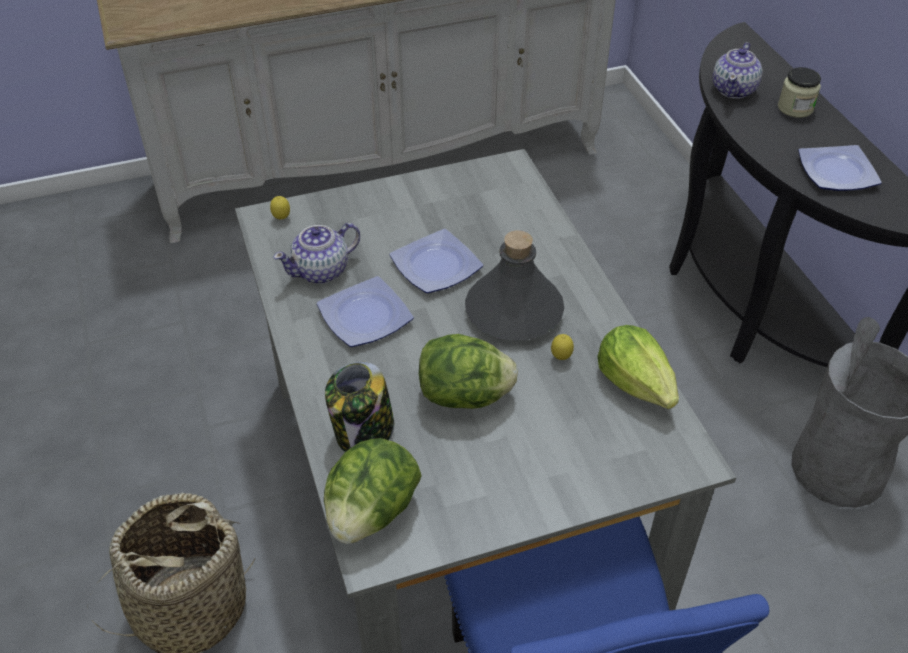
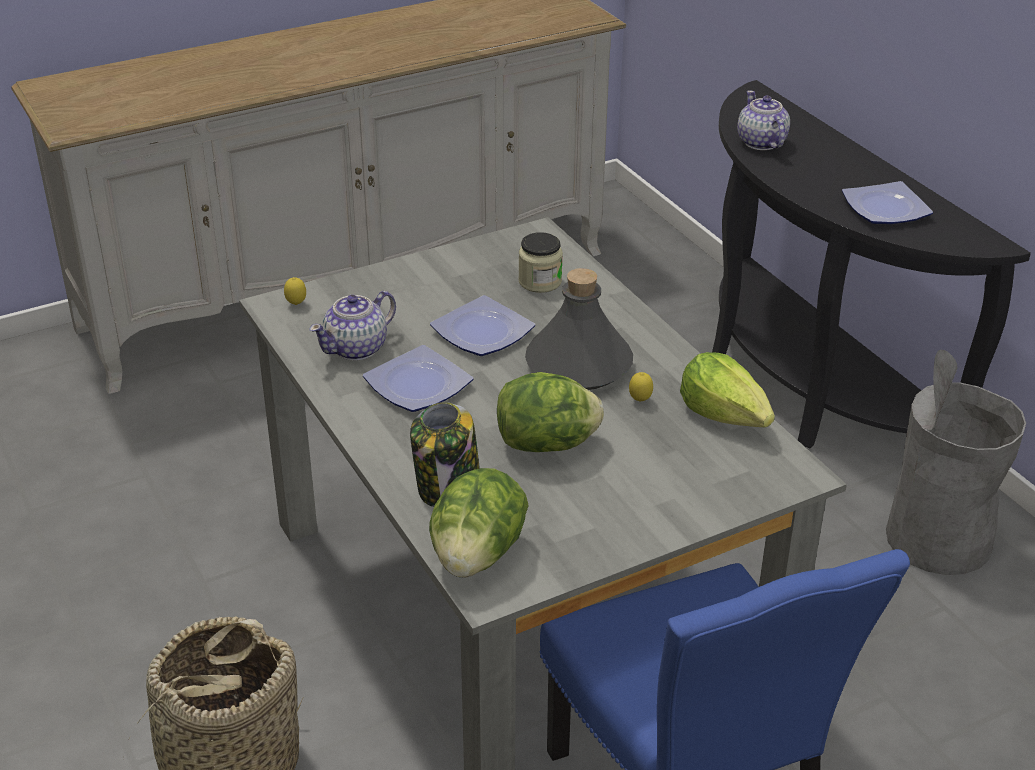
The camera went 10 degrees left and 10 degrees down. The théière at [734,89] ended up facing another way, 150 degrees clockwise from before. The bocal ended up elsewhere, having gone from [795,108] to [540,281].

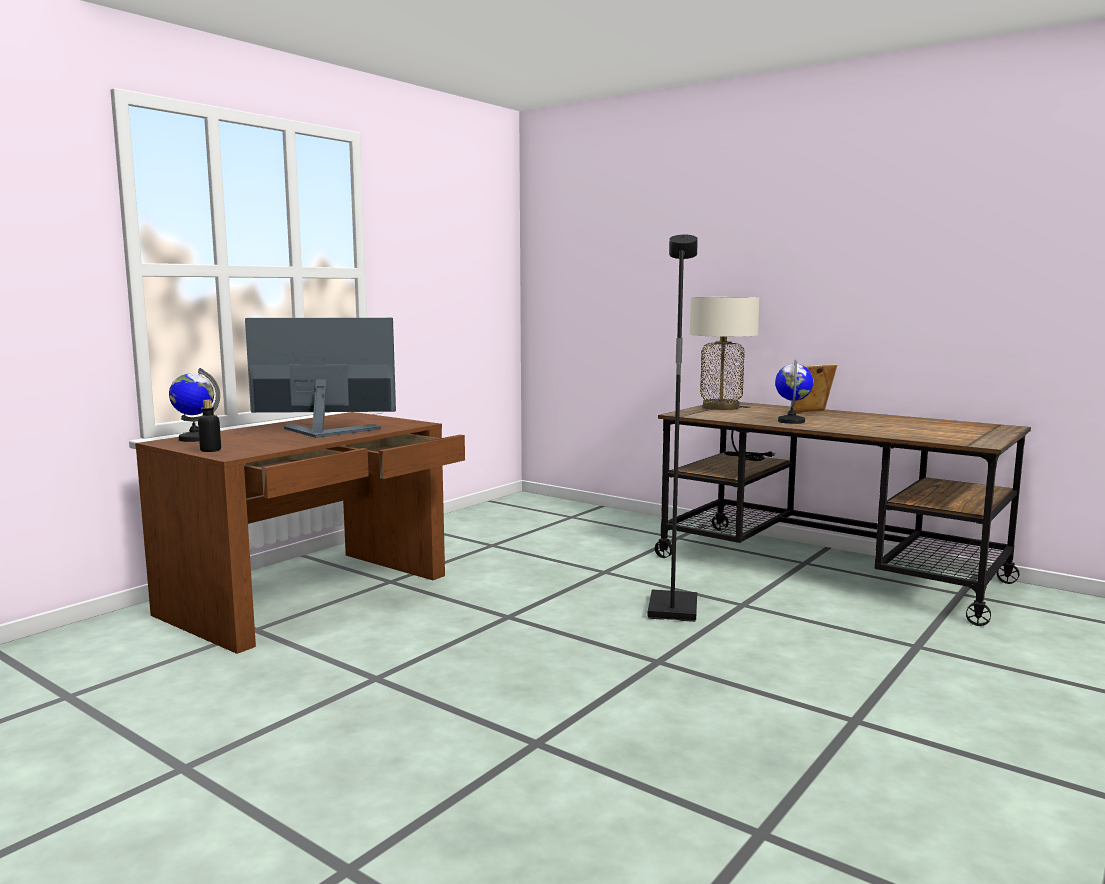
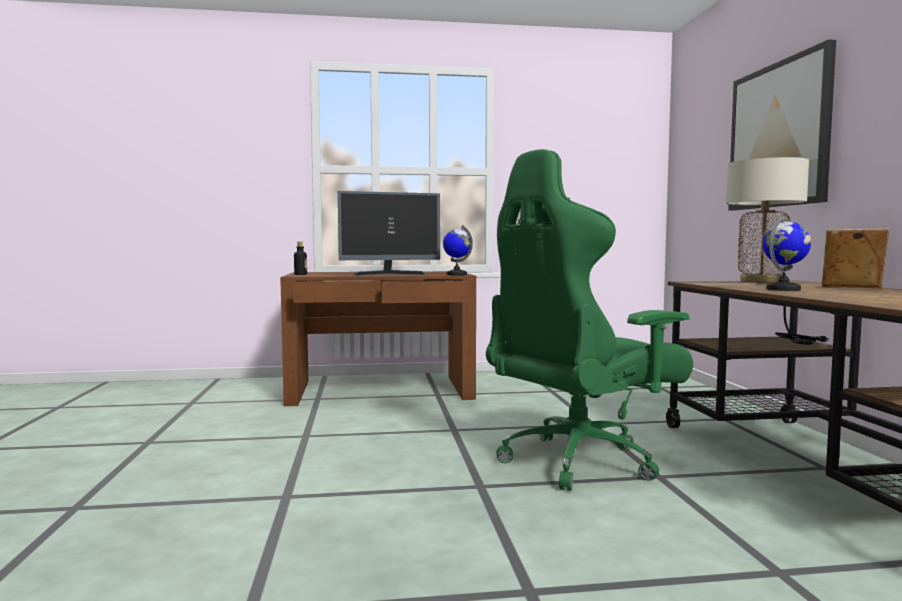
The camera went 45 degrees right and 5 degrees down. Where the lampadaire (noir) stood at [671,609], the chaise de bureau (vert) came to stand at [583,460]. The écran d'ordinateur at [323,432] ended up facing another way, 120 degrees clockwise from before. The globe ended up elsewhere, having gone from [194,439] to [456,274]. The second view gained the tableau at [779,135].

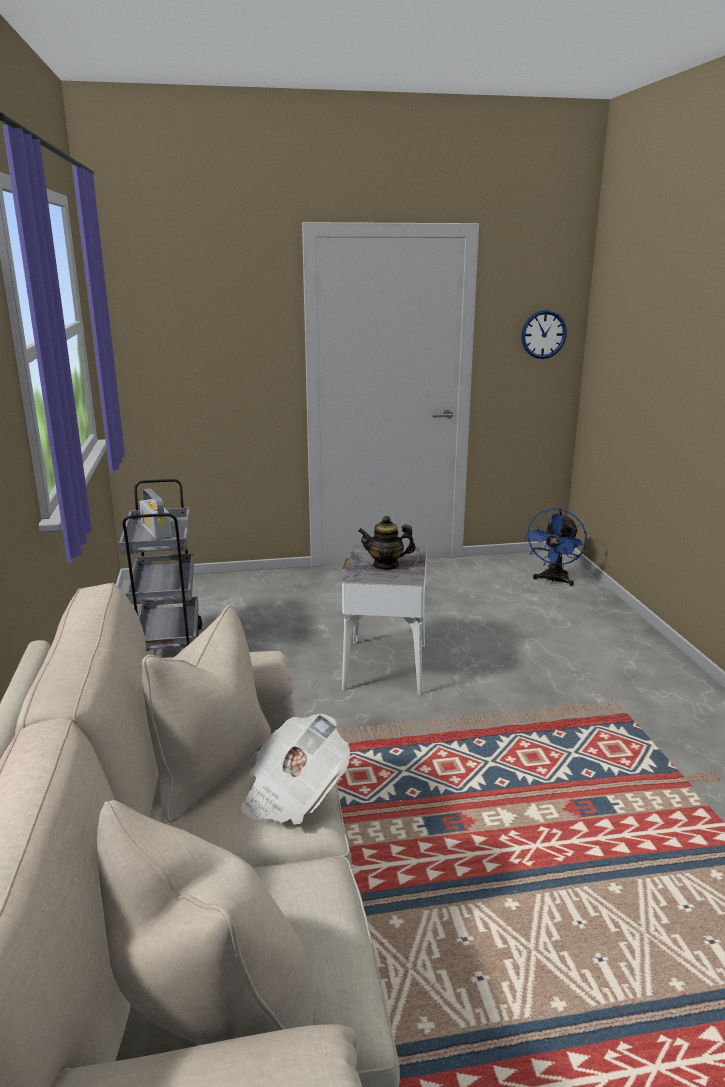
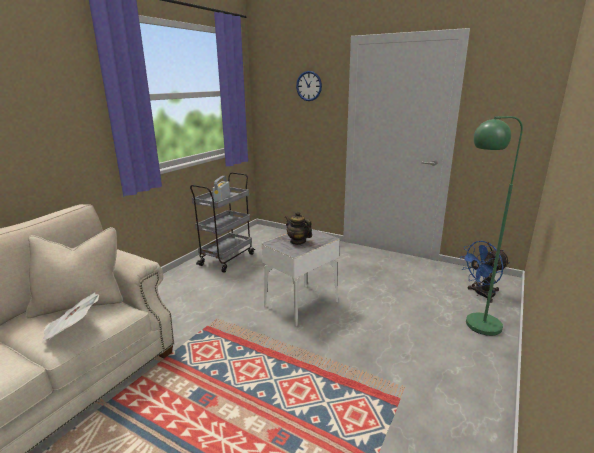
The camera went 40 degrees right and 0 degrees up. The horloge murale ended up elsewhere, having gone from [543,334] to [309,86]. The second view gained the lampadaire (vert) at [474,327].

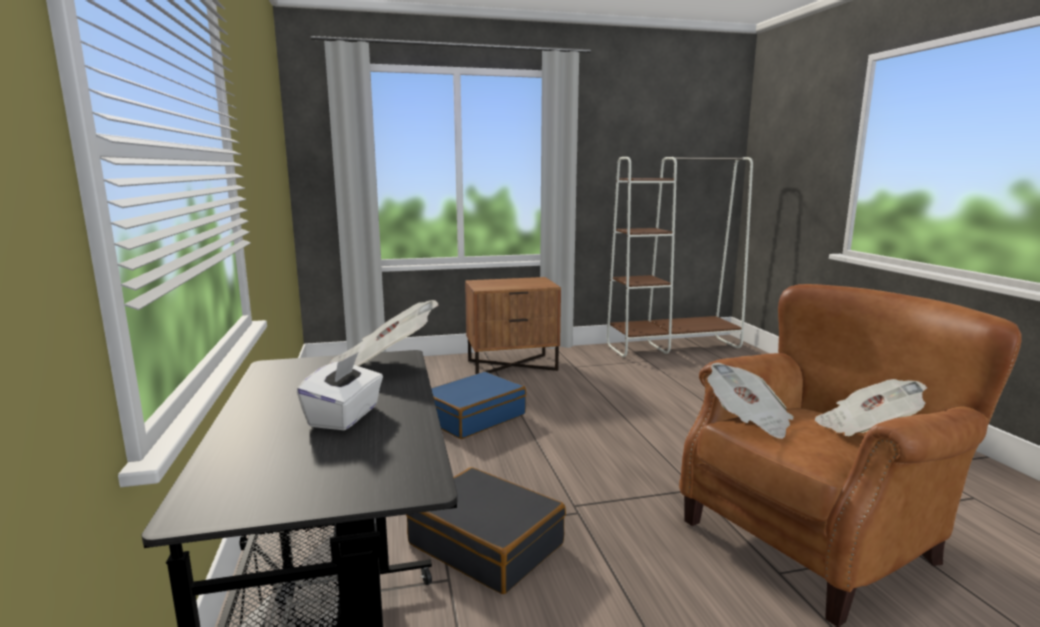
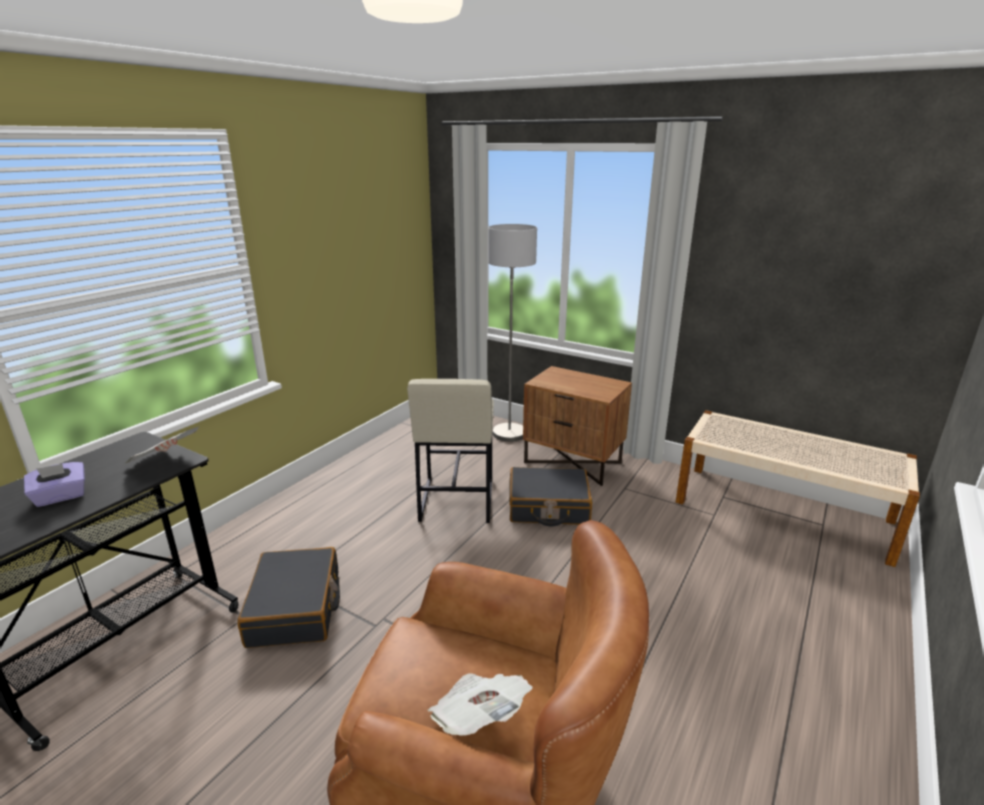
The camera went 45 degrees right and 10 degrees up. Where the portant (marron) stood at [673,347], the banc (beige) came to stand at [782,511]. What was the boîte à mouchoirs (blanc) at [345,416] turned into the boîte à mouchoirs (violet) at [61,497]. The second view lost the journal at [748,421]. Where the valise (bleu) stood at [473,417], the chaise (beige) came to stand at [456,501]. The second view gained the lampadaire (gris) at [509,438]. The second view gained the valise (noir) at [548,507].

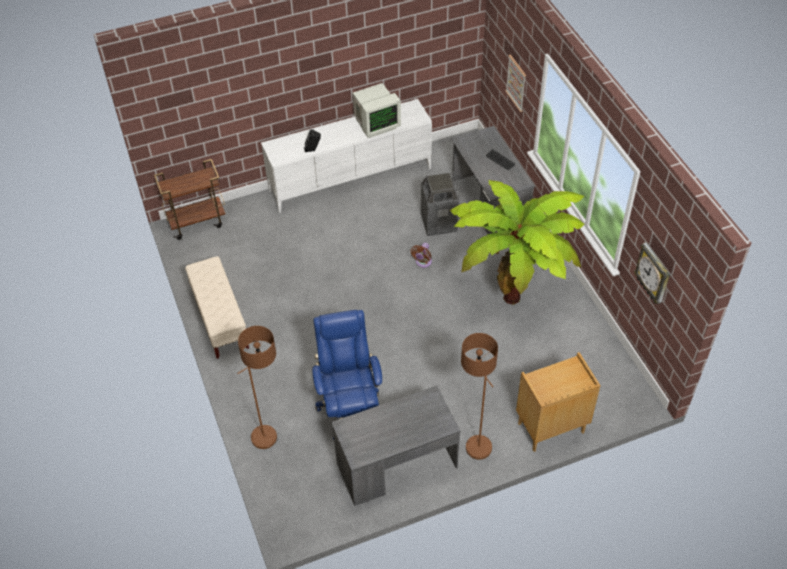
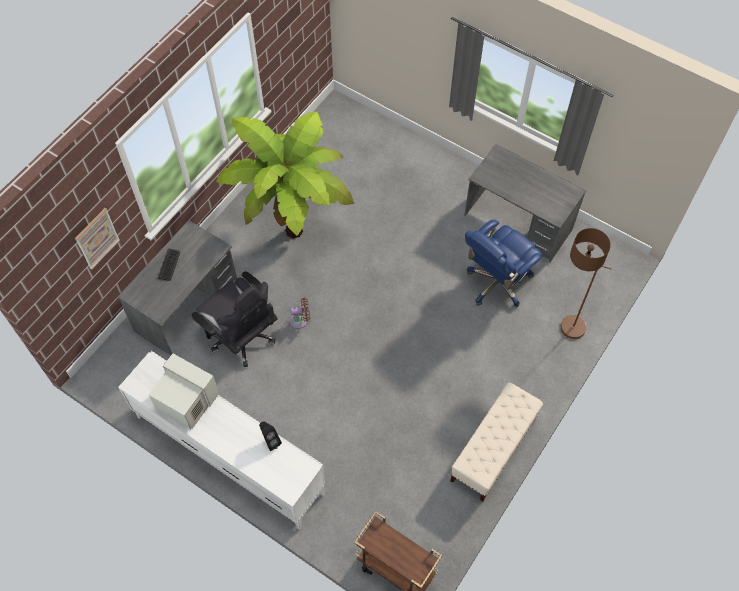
The camera went 125 degrees left and 10 degrees up. Where the poubelle stood at [438,223], the chaise de bureau (noir) came to stand at [240,335]. The second view lost the horloge murale at [653,274]. The second view lost the lampadaire (marron) at [474,442]. The second view lost the meuble de rangement (marron) at [550,428].

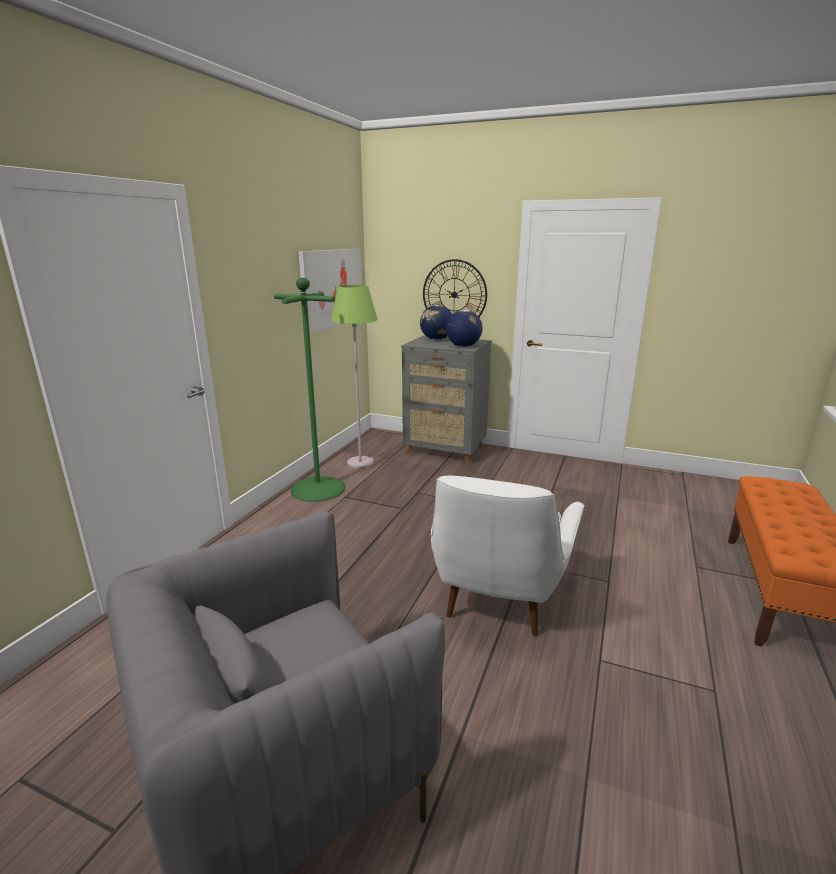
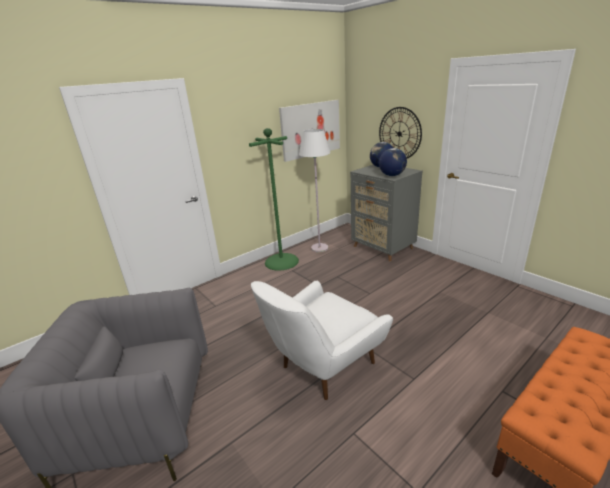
The camera went 30 degrees right and 5 degrees up. What was the lampadaire (vert) at [360,463] turned into the lampadaire (blanc) at [319,248].

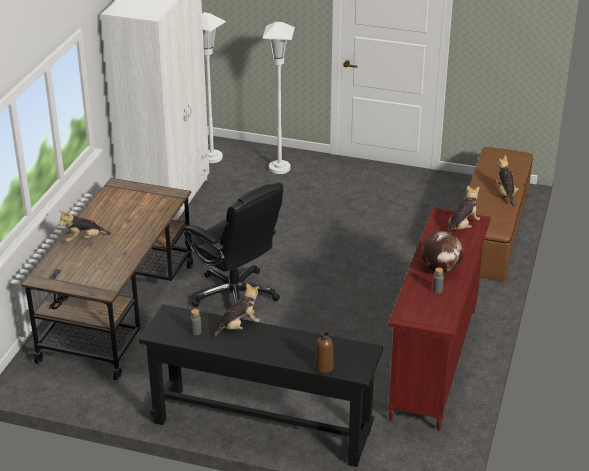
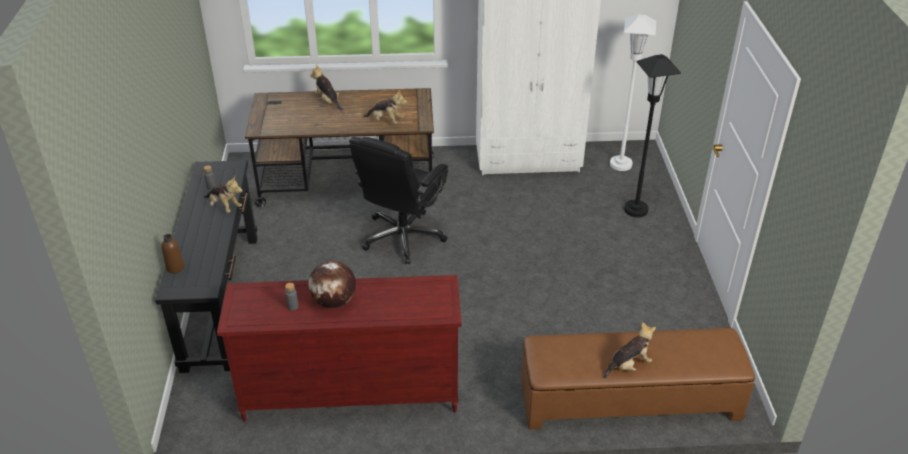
The camera went 70 degrees right and 5 degrees up. What was the lampadaire (blanc) at [279,168] turned into the lampadaire (noir) at [635,210]. The peluche ended up elsewhere, having gone from [462,227] to [386,121].

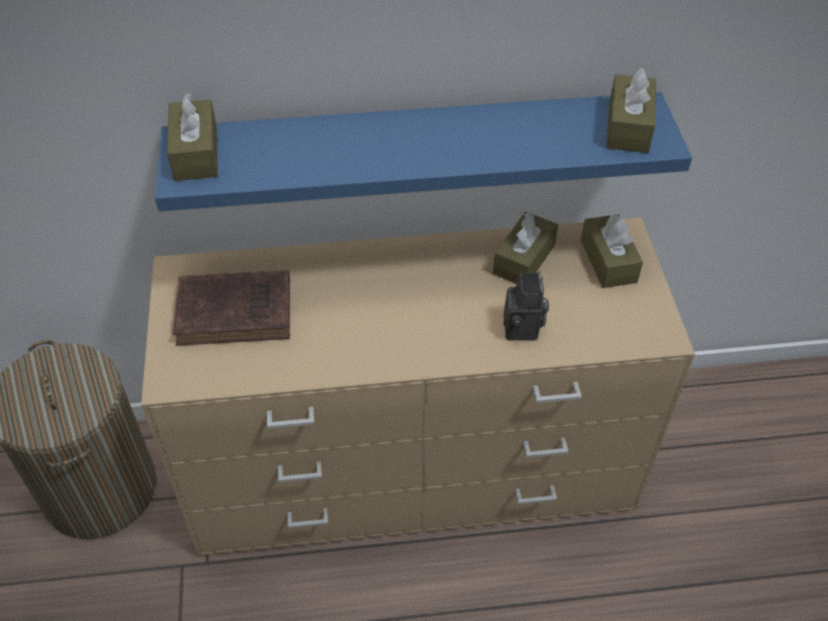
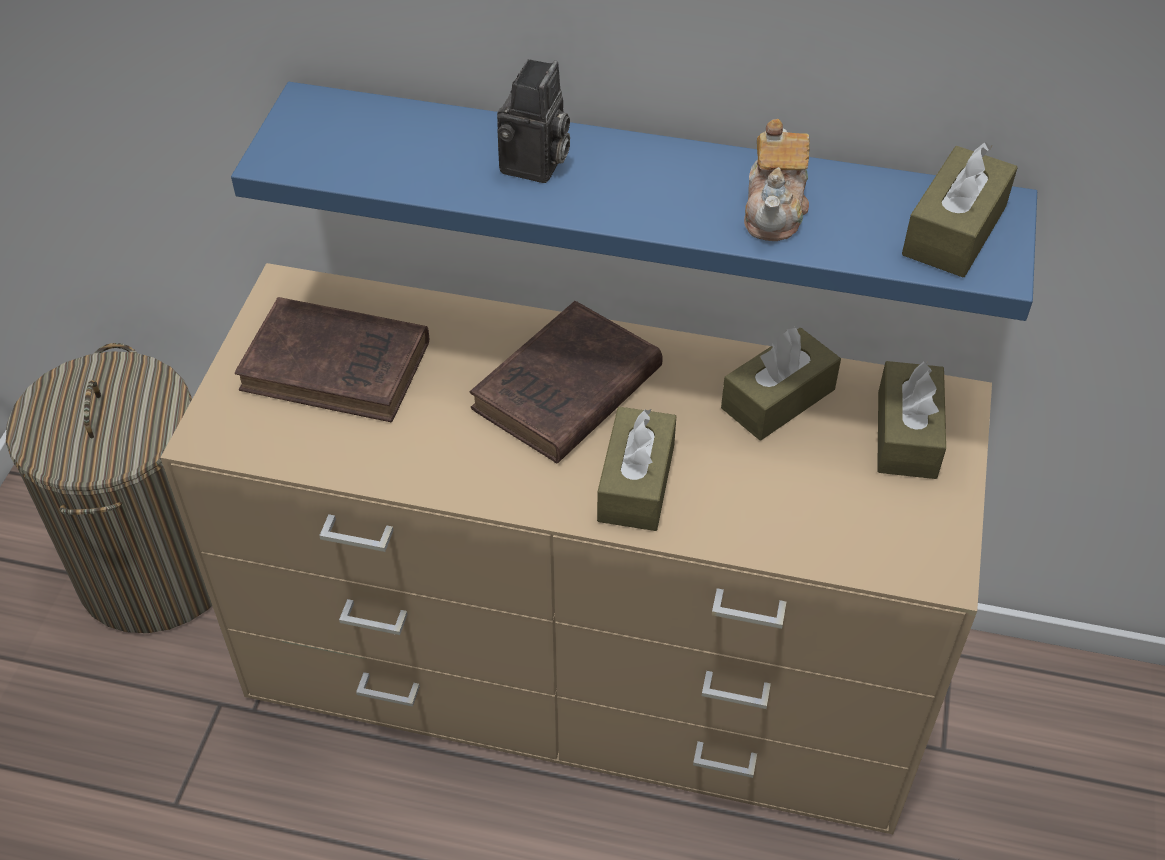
The camera went 20 degrees right and 0 degrees up. The boîte à mouchoirs (marron) ended up elsewhere, having gone from [196,153] to [636,483]. The appareil photo ended up elsewhere, having gone from [523,329] to [535,166]. The second view gained the théière at [775,210]. The second view gained the livre (marron) at [563,392].

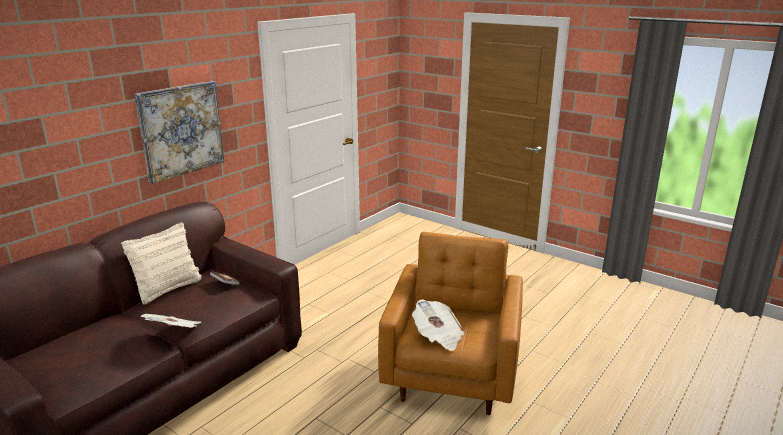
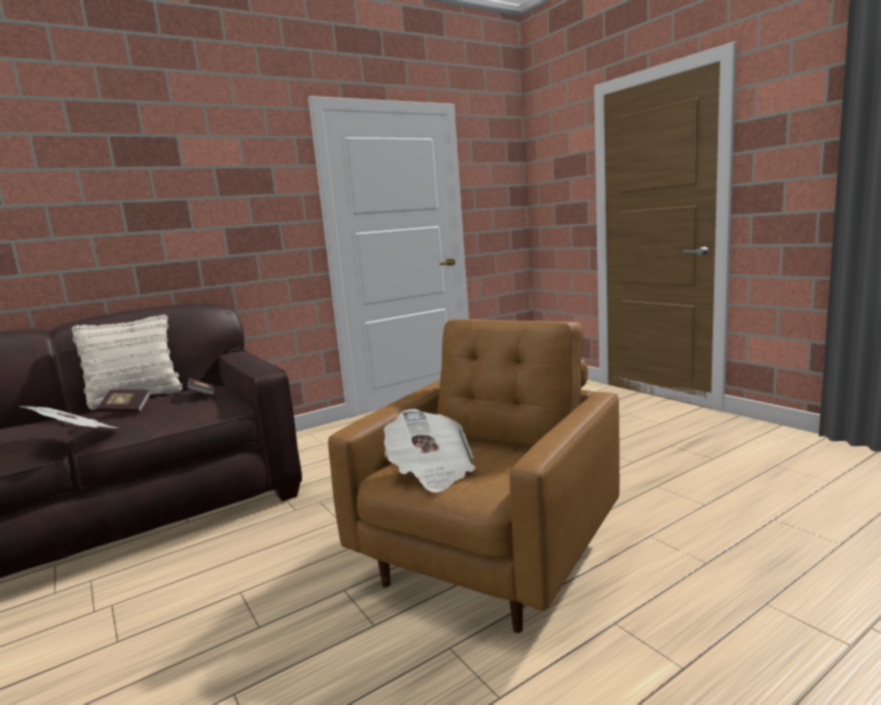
The camera went 20 degrees right and 10 degrees down. The second view lost the tableau at [181,130]. The second view gained the livre at [126,410].

